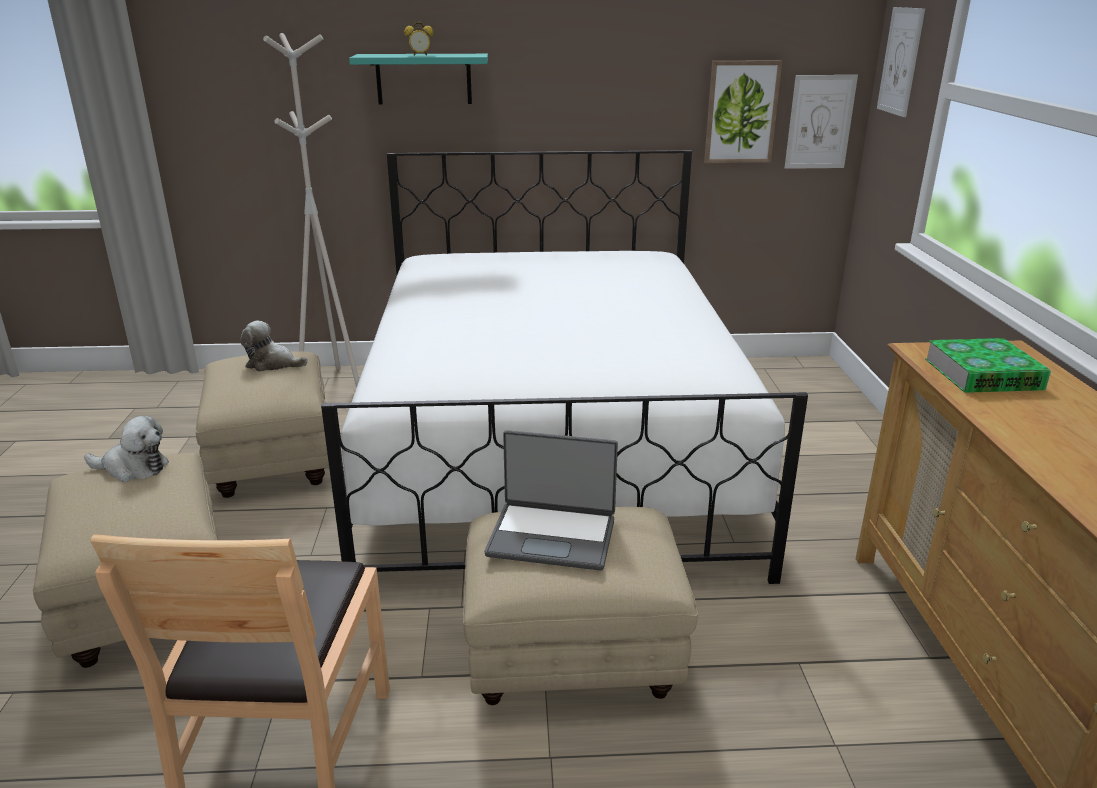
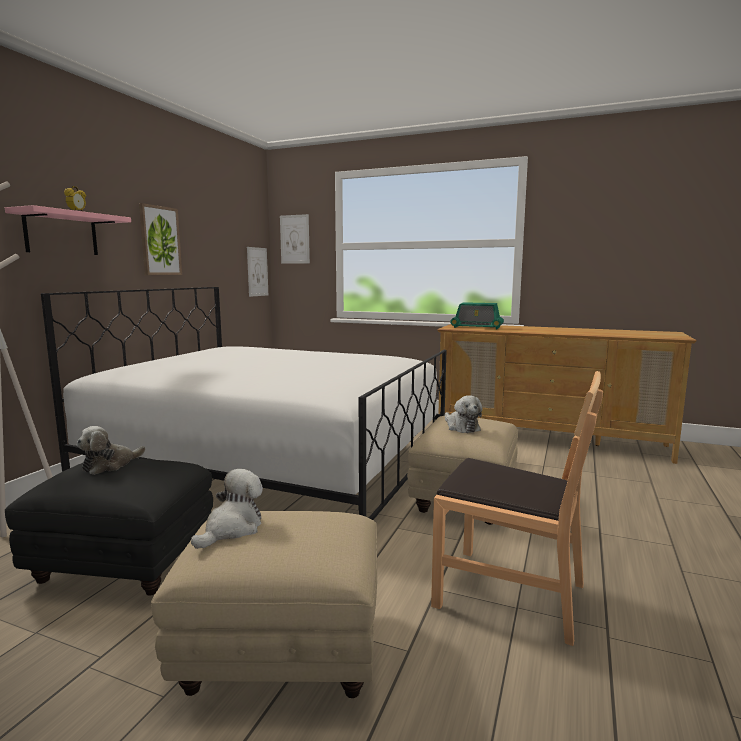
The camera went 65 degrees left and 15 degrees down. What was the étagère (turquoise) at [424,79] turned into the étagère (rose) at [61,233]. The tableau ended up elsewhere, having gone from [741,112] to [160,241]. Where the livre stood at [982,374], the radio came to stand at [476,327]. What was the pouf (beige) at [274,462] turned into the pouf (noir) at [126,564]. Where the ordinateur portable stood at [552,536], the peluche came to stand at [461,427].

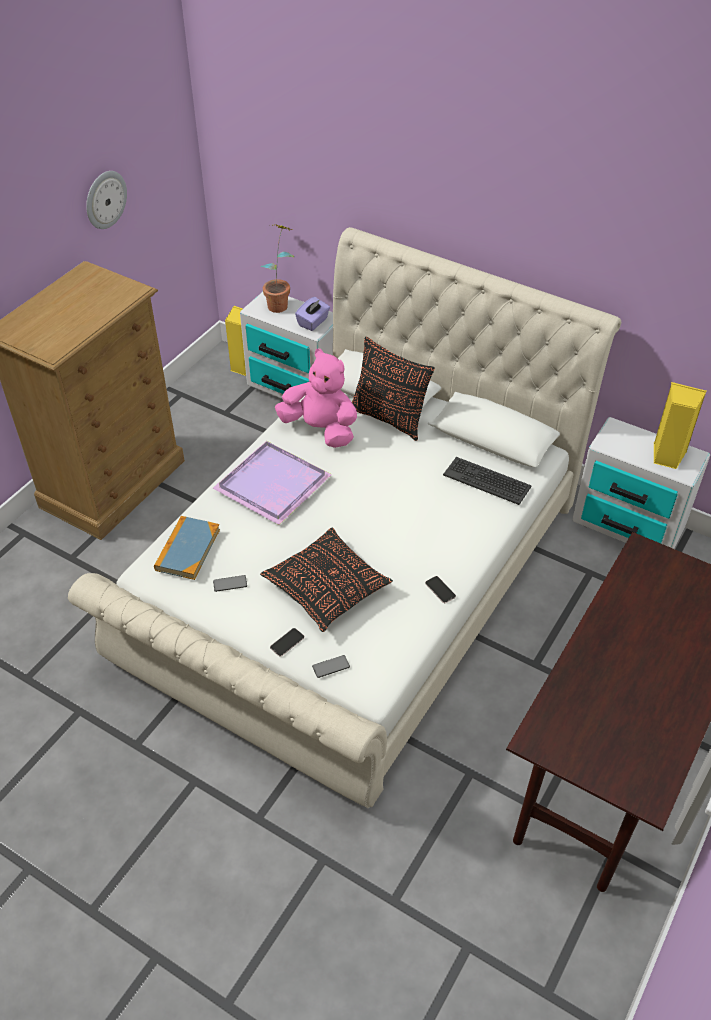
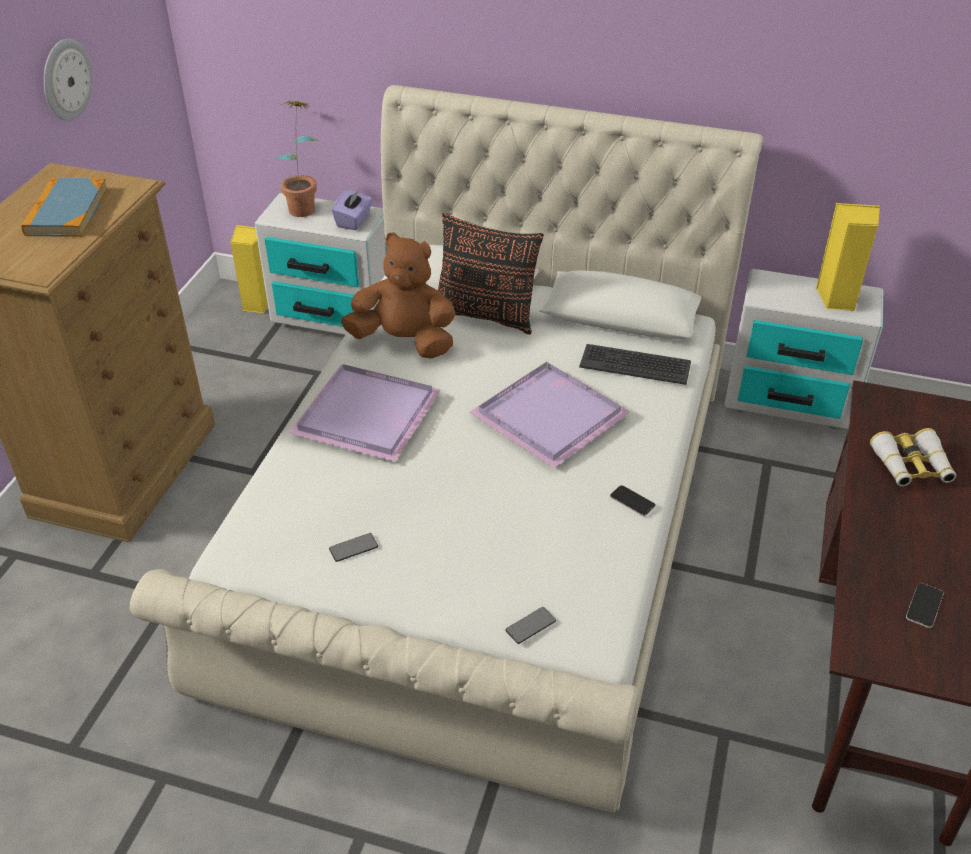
The camera went 15 degrees left and 5 degrees down. What was the peluche (rose) at [320,429] turned into the peluche (marron) at [404,341]. The livre ended up elsewhere, having gone from [187,549] to [67,211]. The second view lost the coussin (noir) at [327,589]. The téléphone ended up elsewhere, having gone from [287,642] to [924,606]. The second view gained the plateau (violet) at [549,414]. The second view gained the jumelles at [911,466].

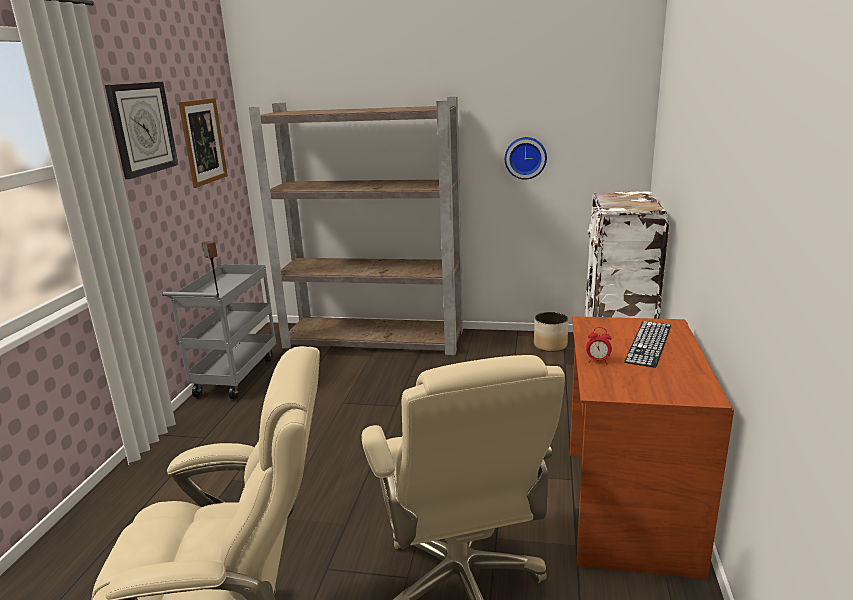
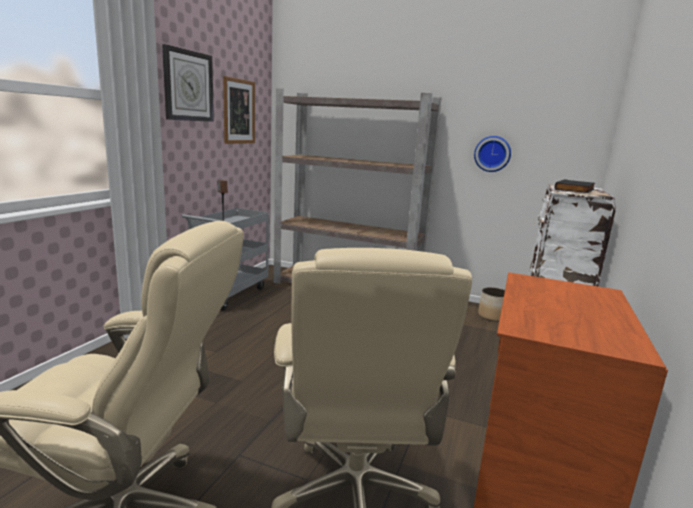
The camera went 10 degrees right and 5 degrees down. The second view lost the clavier at [648,343]. The second view lost the réveil at [598,361]. The second view gained the livre (noir) at [575,189].

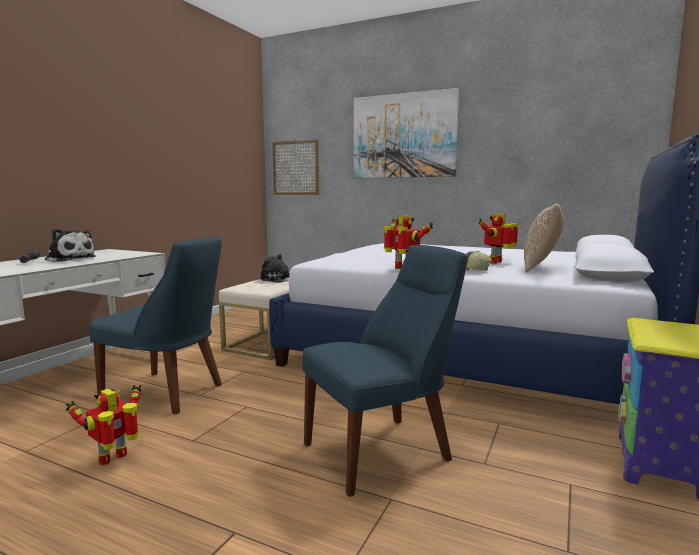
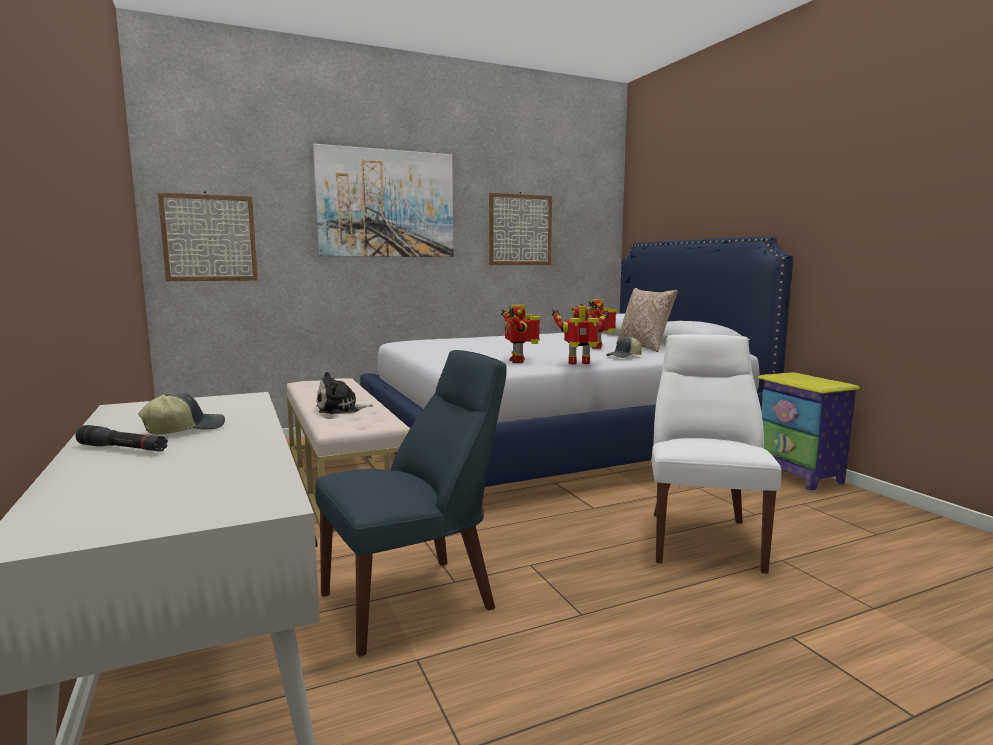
The camera went 50 degrees left and 0 degrees up. Where the peluche stood at [69,259], the casquette came to stand at [185,429]. What was the chaise (bleu) at [383,451] turned into the chaise (blanc) at [703,537]. The robot jouet ended up elsewhere, having gone from [115,458] to [518,361]. The second view gained the tableau at [520,228].

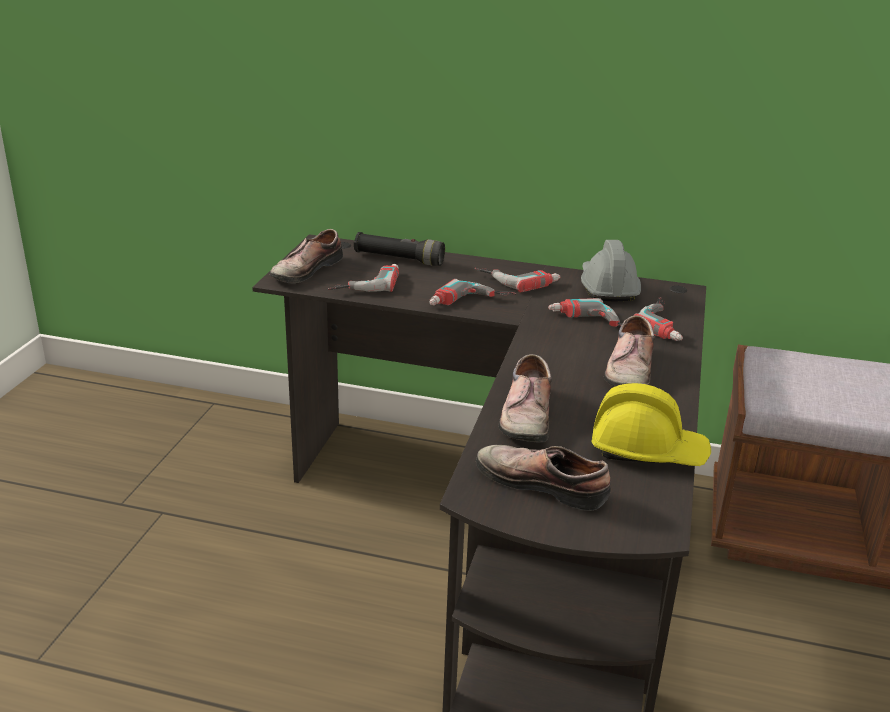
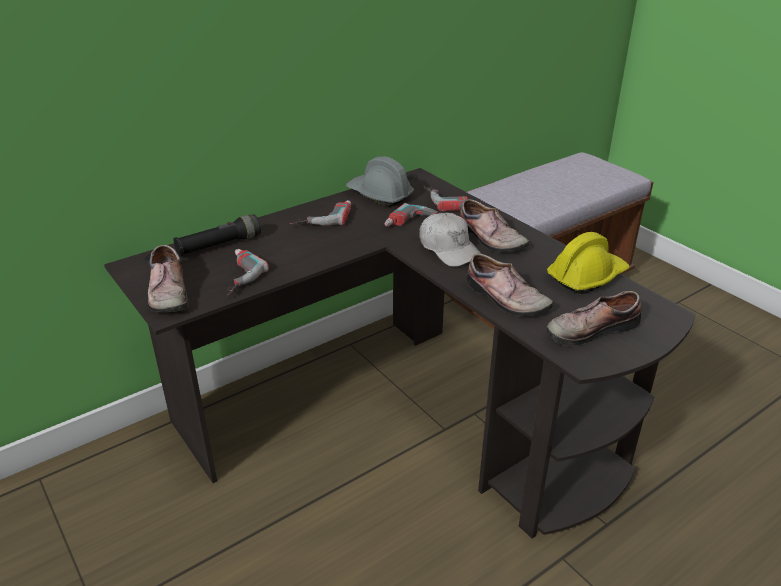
The camera went 50 degrees left and 5 degrees up. The second view lost the perceuse at [471,303]. The second view gained the casquette (blanc) at [449,249].

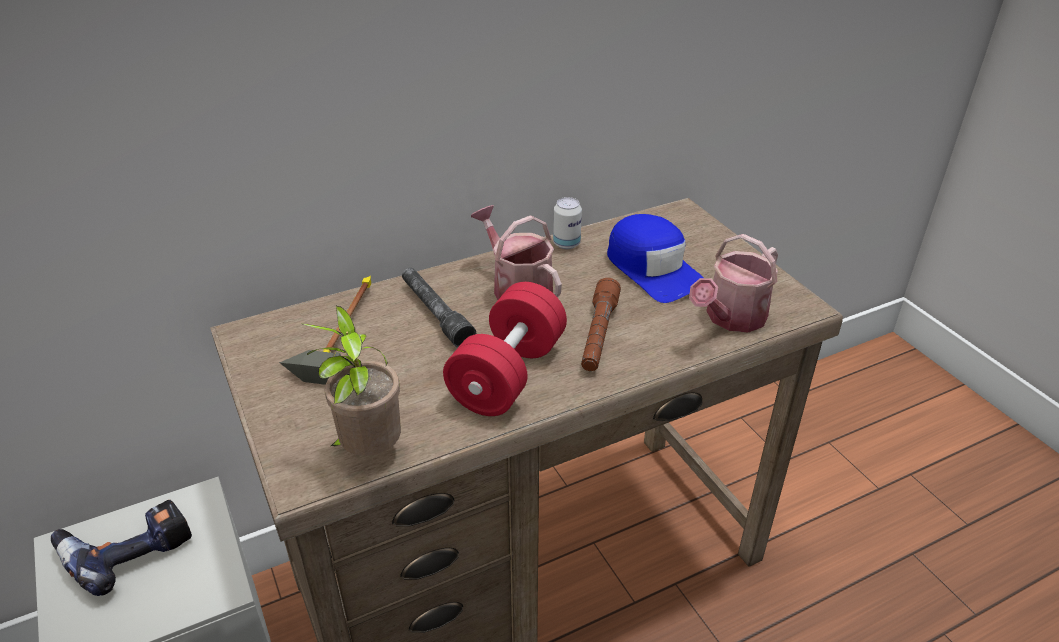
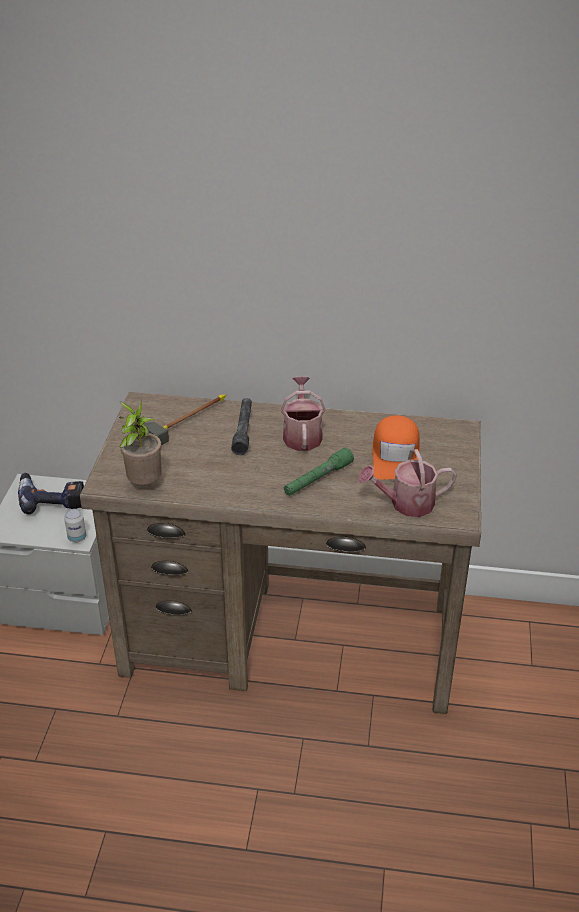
The camera went 35 degrees right and 0 degrees up. The boîte métallique ended up elsewhere, having gone from [566,244] to [77,538]. What was the casquette (bleu) at [653,269] turned into the casquette (orange) at [396,456]. What was the lampe de poche (marron) at [598,334] turned into the lampe de poche (vert) at [317,479]. The second view lost the haltère (rouge) at [508,374].

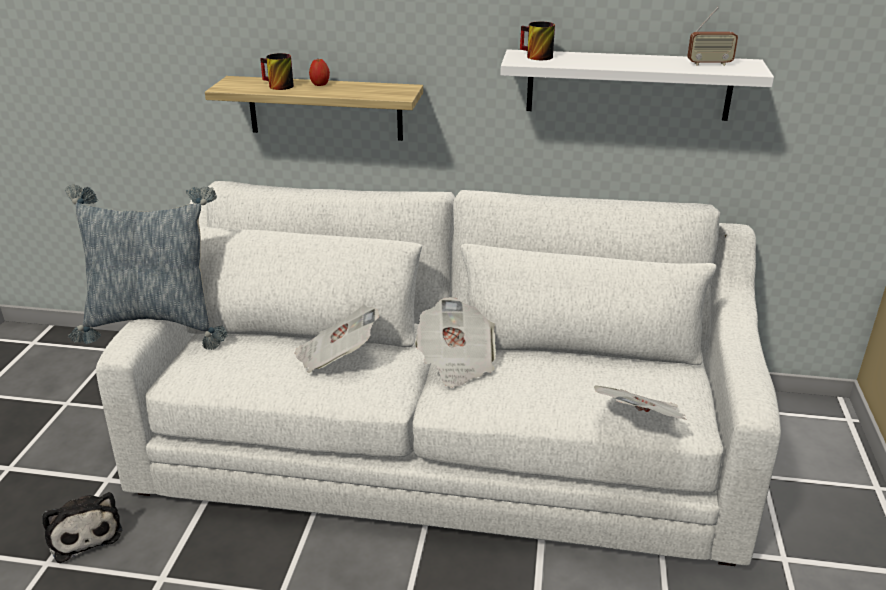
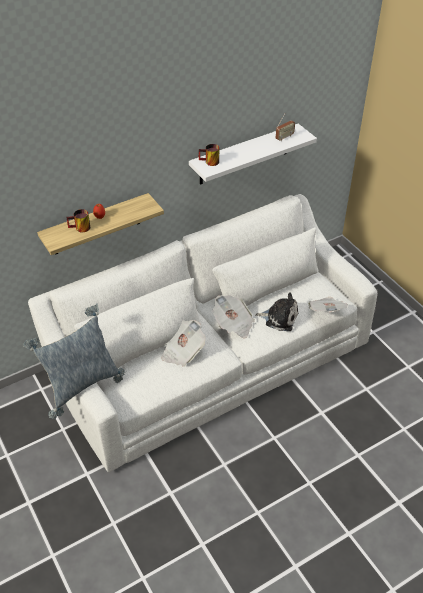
The camera went 40 degrees left and 15 degrees up. The peluche ended up elsewhere, having gone from [84,532] to [279,318].

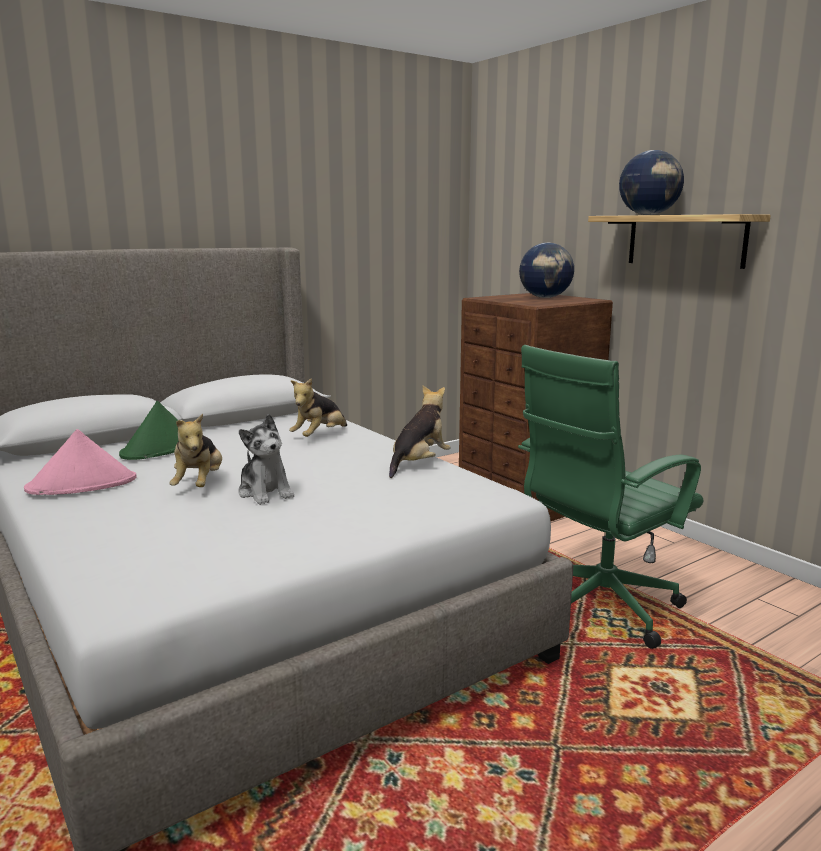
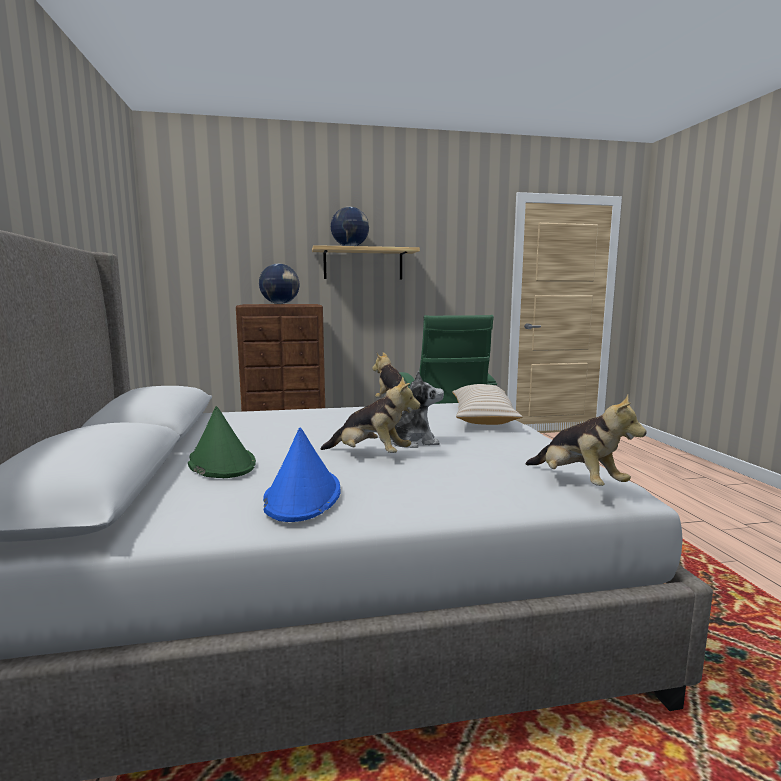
The camera went 65 degrees left and 5 degrees down. The peluche ended up elsewhere, having gone from [319,436] to [578,482]. What was the chapeau (rose) at [82,484] turned into the chapeau (bleu) at [302,496]. The second view gained the coussin (beige) at [482,417].

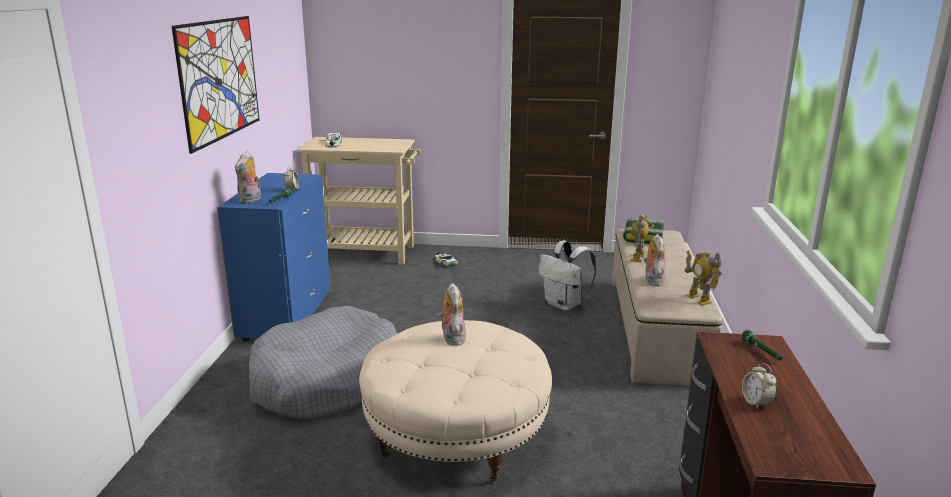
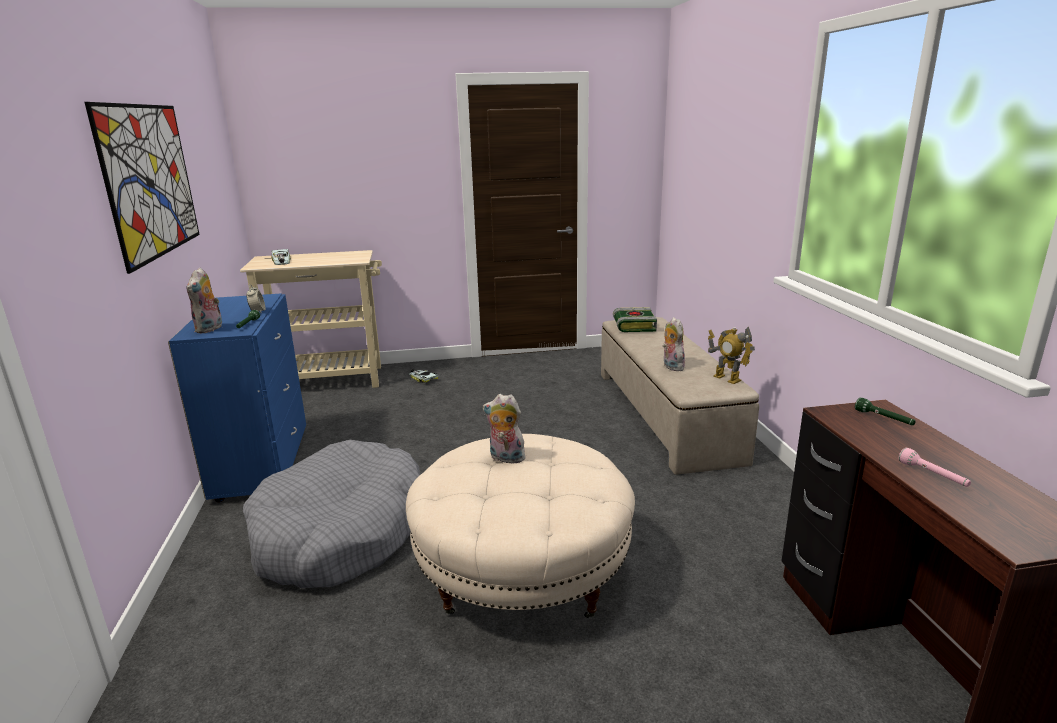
The camera went 15 degrees left and 0 degrees up. The second view lost the robot jouet at [638,257]. The second view lost the sac à dos (blanc) at [564,304]. The peluche at [452,338] ended up facing another way, 45 degrees counterclockwise from before. Where the réveil stood at [756,402], the lampe de poche (rose) came to stand at [933,475].

